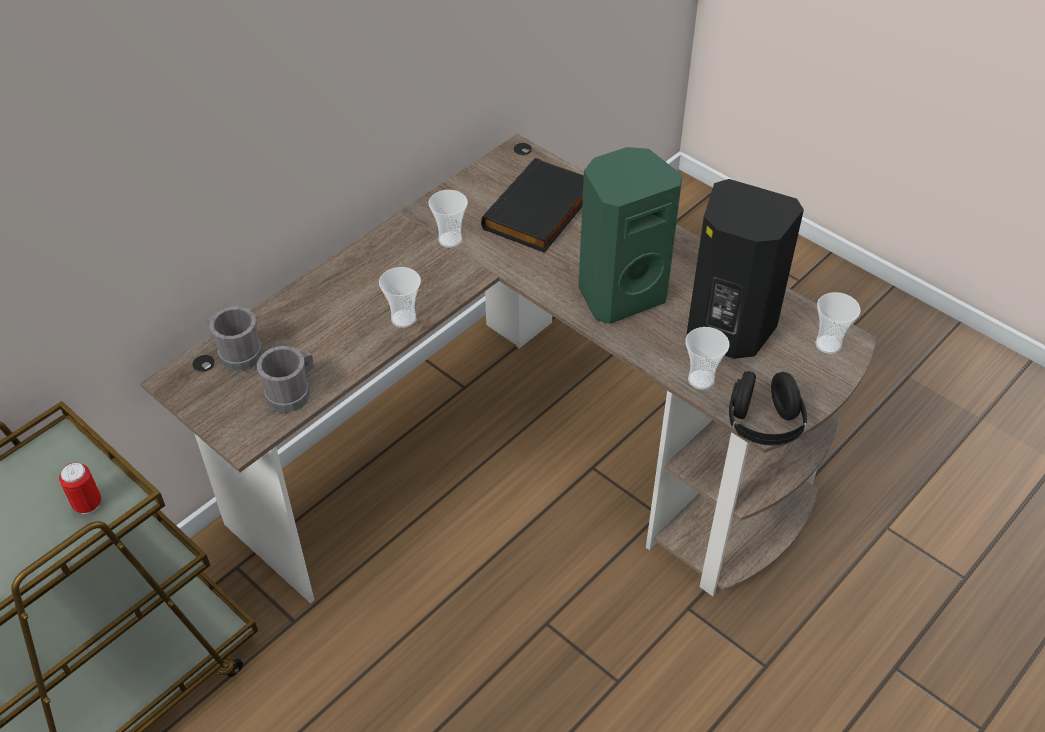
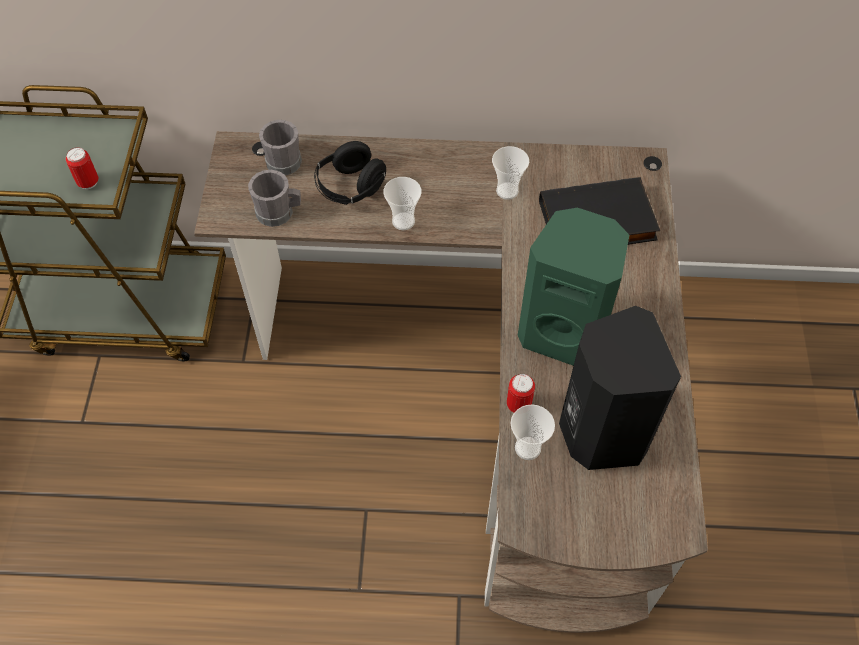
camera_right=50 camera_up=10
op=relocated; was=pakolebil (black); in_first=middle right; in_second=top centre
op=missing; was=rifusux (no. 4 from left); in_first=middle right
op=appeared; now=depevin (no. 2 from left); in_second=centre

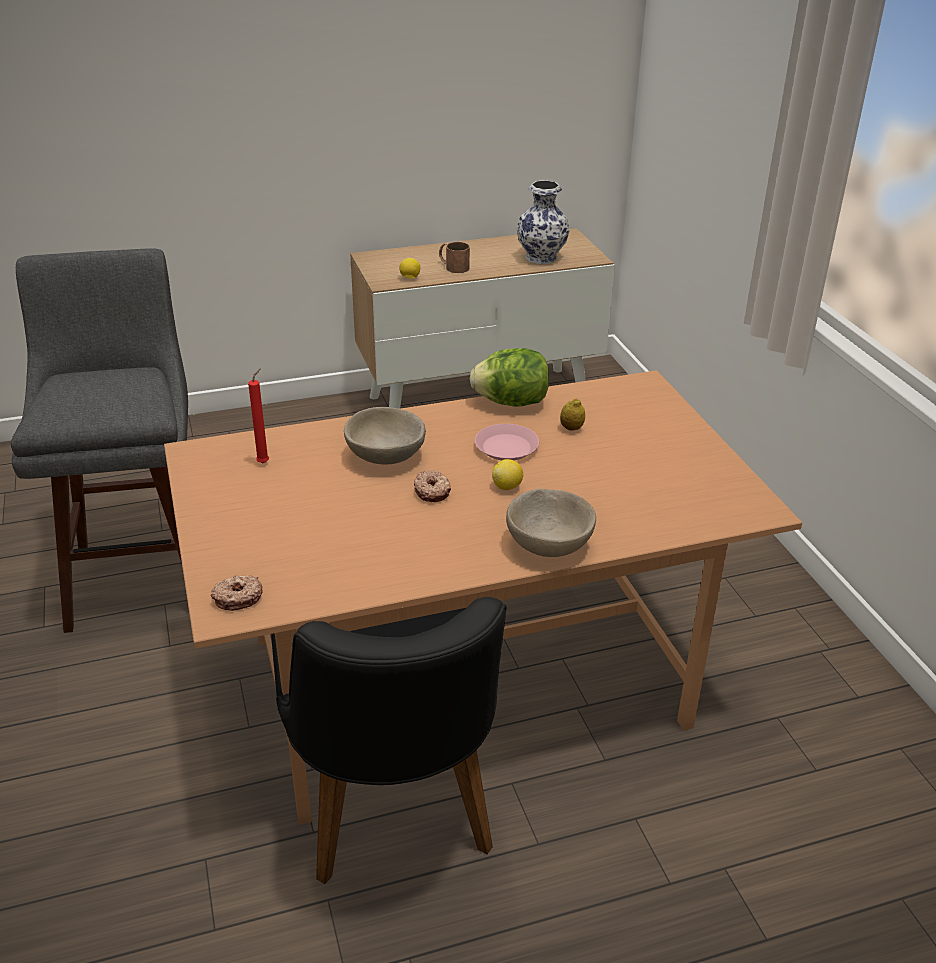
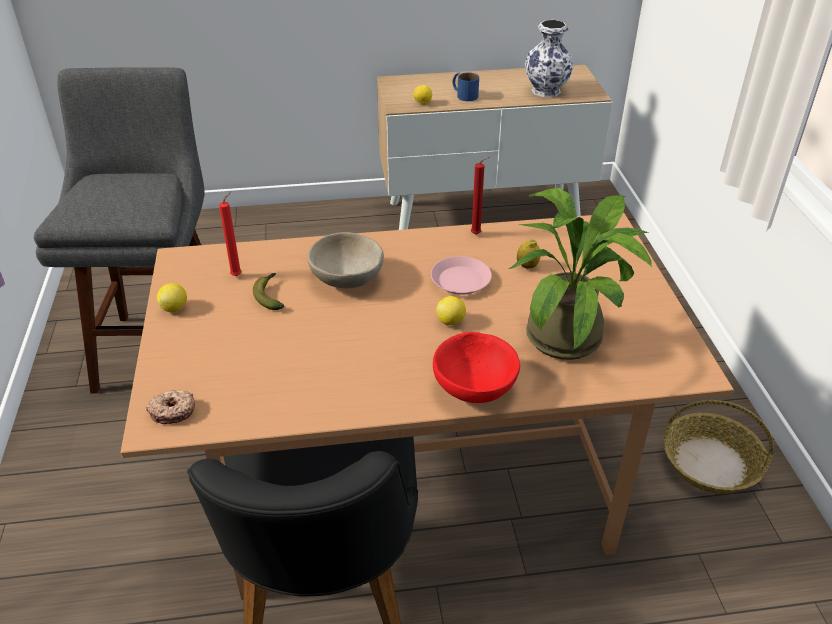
camera_right=10 camera_up=5
op=missing; was=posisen (no. 2 from left); in_first=centre
op=colour; was=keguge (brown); now=keguge (blue); in_first=top centre; in_second=top centre
op=exchanged; was=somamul; now=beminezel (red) (no. 2 from left); in_first=centre; in_second=top centre
op=colour; was=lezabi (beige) (no. 2 from left); now=lezabi (red); in_first=centre; in_second=centre
op=appeared; now=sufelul (no. 1 from left); in_second=middle left
op=appeared; now=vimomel; in_second=middle left
op=appeared; now=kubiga; in_second=middle right
op=appeared; now=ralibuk; in_second=bottom right

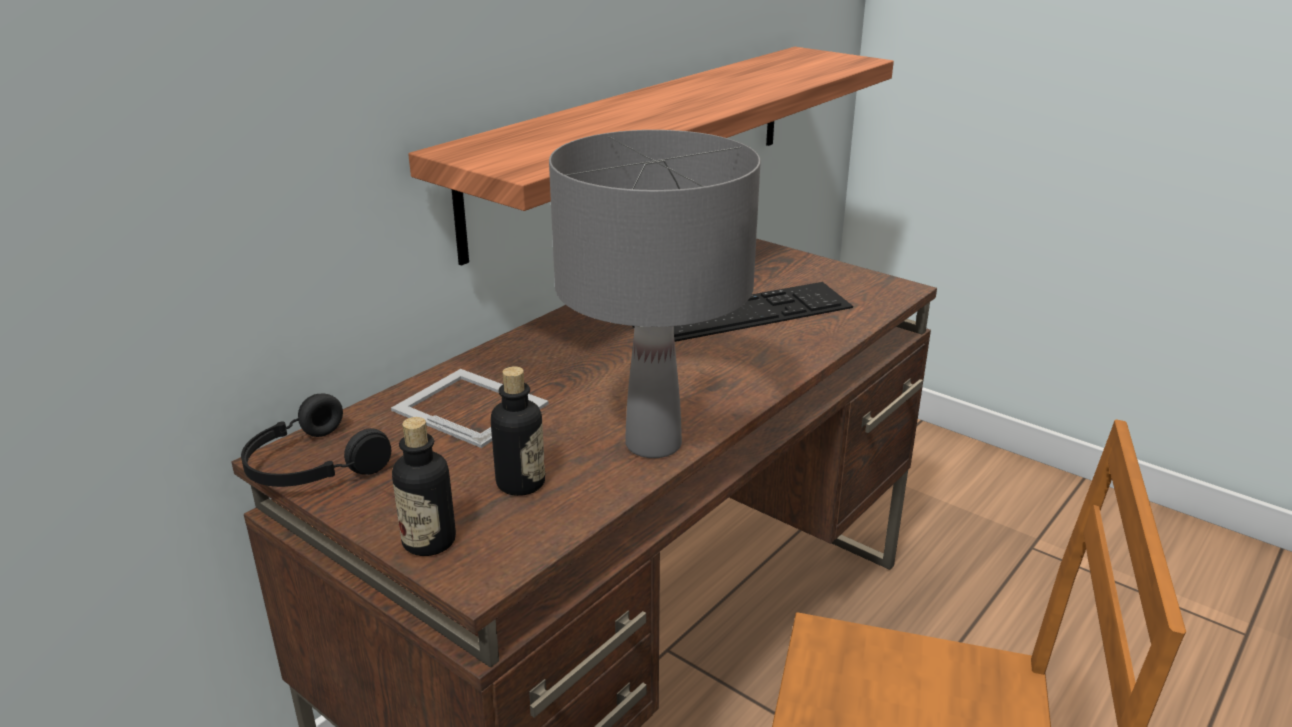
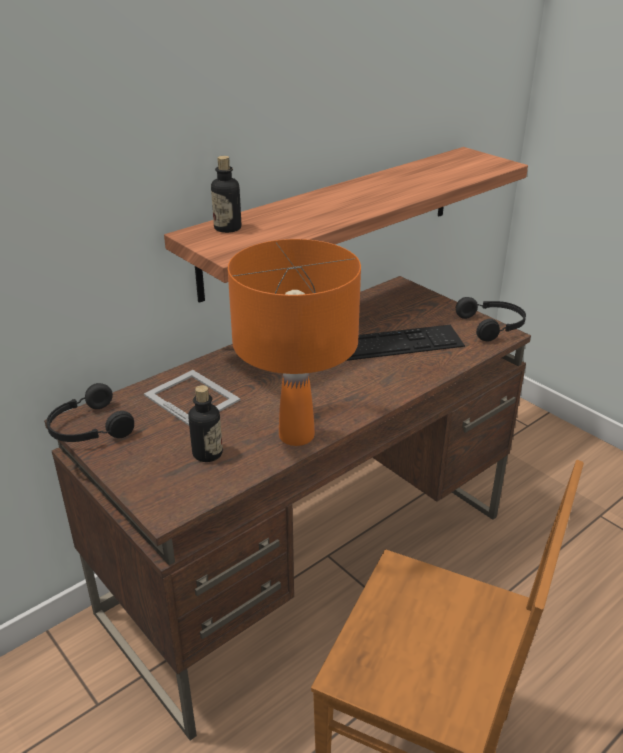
camera_right=10 camera_up=5
op=relocated; was=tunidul (no. 1 from left in the first image); now=tunidul (no. 2 from left); in_first=bottom left; in_second=top centre
op=colour; was=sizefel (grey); now=sizefel (orange); in_first=centre; in_second=centre
op=appeared; now=pakolebil (black) (no. 2 from left); in_second=middle right

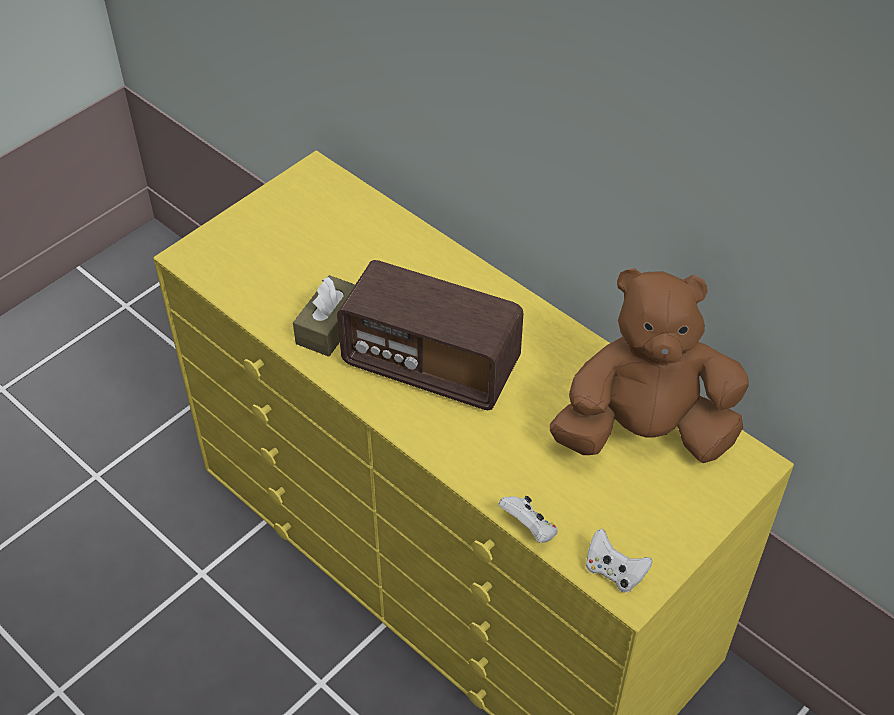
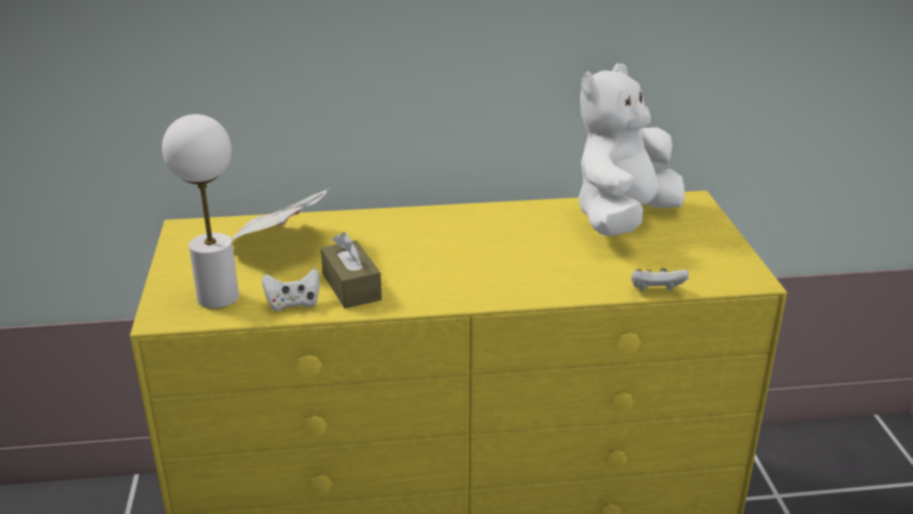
camera_right=-50 camera_up=-20
op=missing; was=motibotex; in_first=centre
op=colour; was=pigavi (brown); now=pigavi (white); in_first=middle right; in_second=top right
op=relocated; was=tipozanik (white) (no. 2 from left in the first image); now=tipozanik (white) (no. 1 from left); in_first=bottom right; in_second=middle left
op=appeared; now=sizefel (white); in_second=middle left
op=appeared; now=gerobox; in_second=middle left

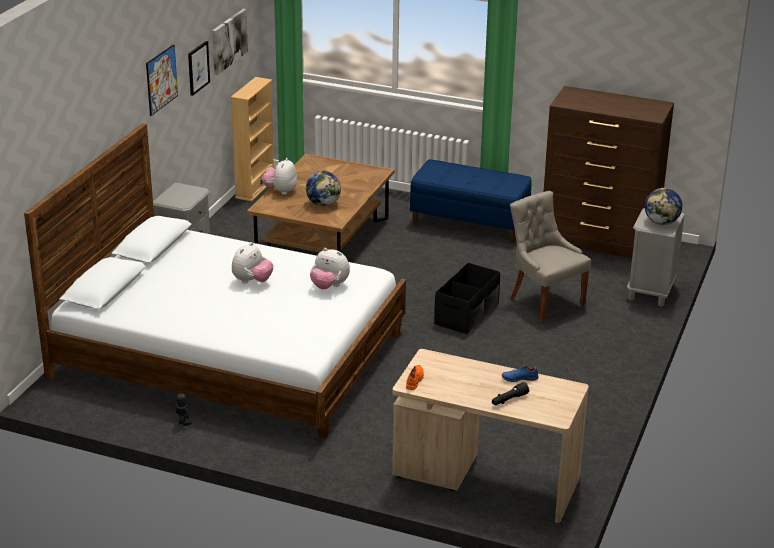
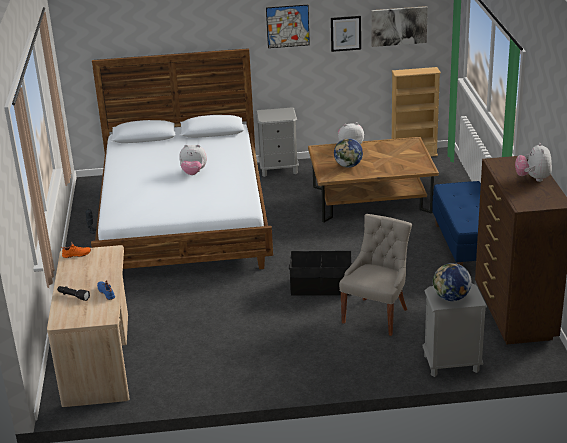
camera_right=65 camera_up=0
op=relocated; was=pigavi (no. 3 from left); in_first=centre; in_second=middle right

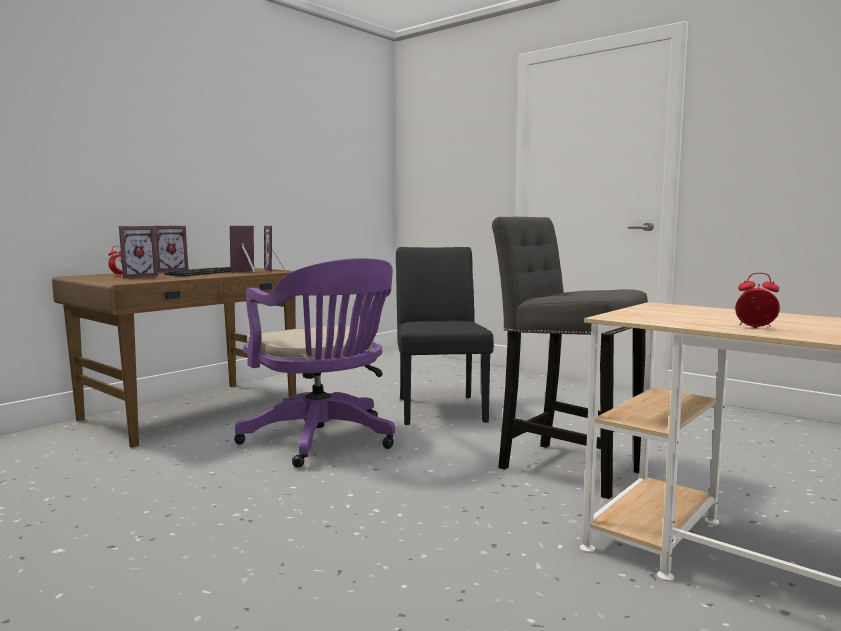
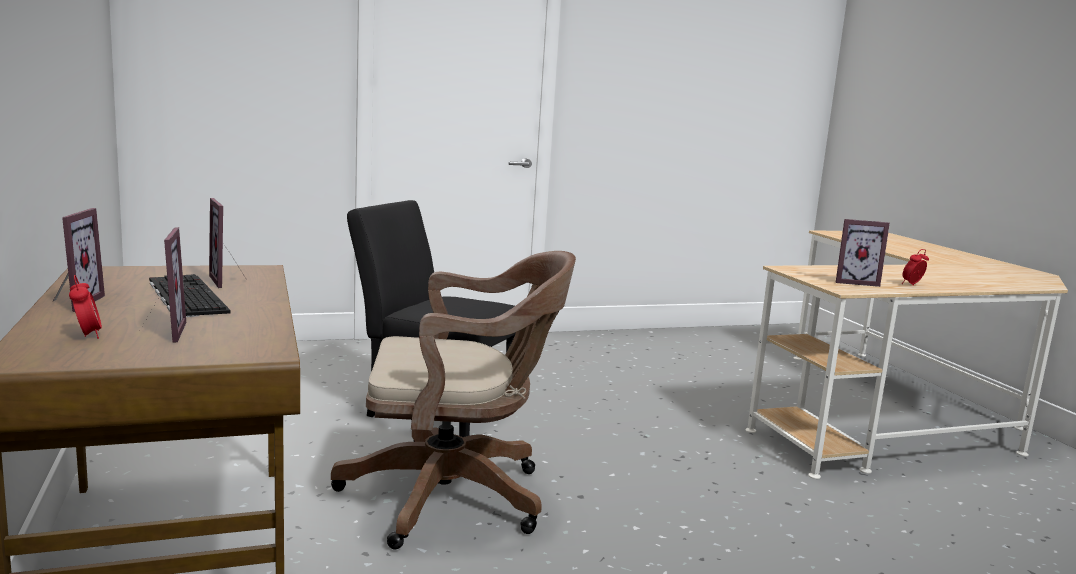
camera_right=-60 camera_up=5
op=colour; was=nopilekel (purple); now=nopilekel (brown); in_first=centre; in_second=bottom centre
op=relocated; was=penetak (no. 4 from left); in_first=middle left; in_second=middle right
op=missing; was=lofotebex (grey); in_first=middle right

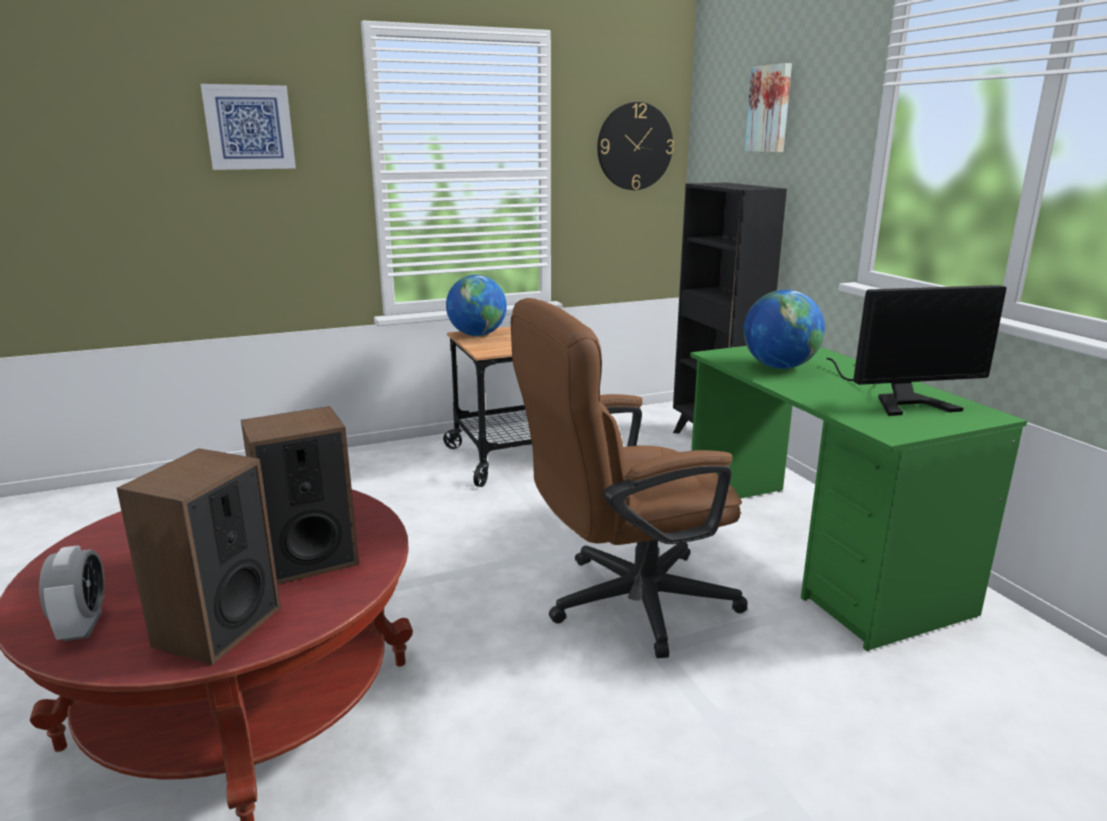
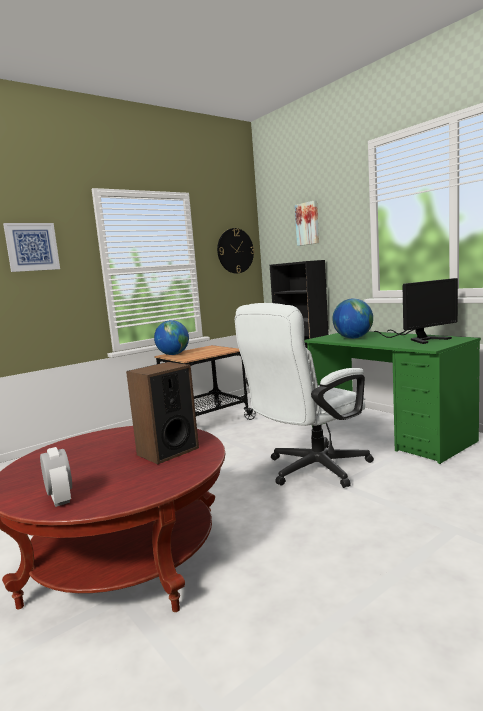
camera_right=-15 camera_up=-10
op=missing; was=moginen (no. 1 from left); in_first=bottom left
op=colour; was=nopilekel (brown); now=nopilekel (white); in_first=centre; in_second=centre

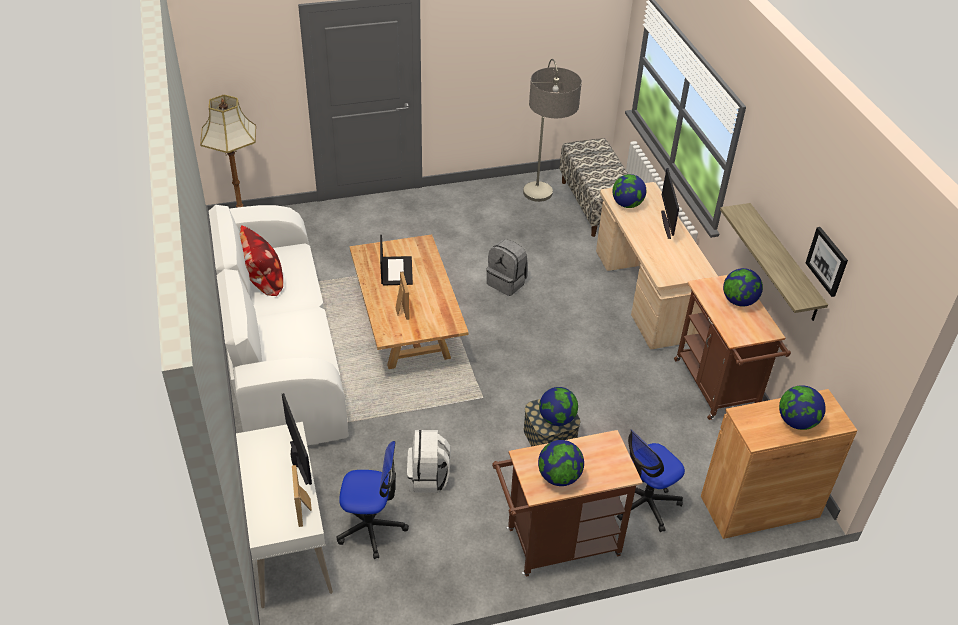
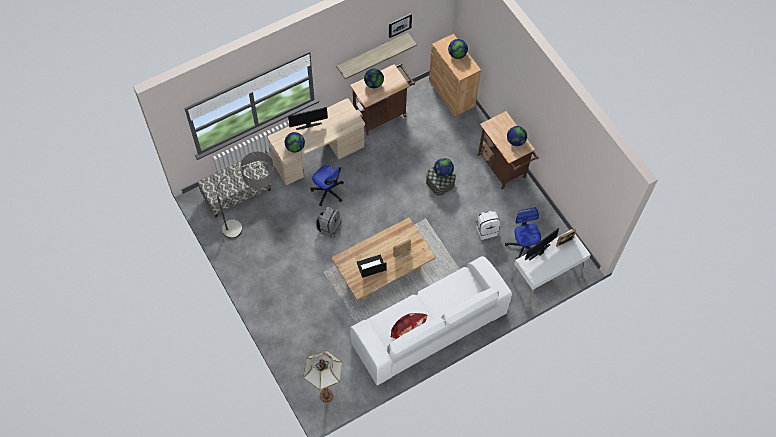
camera_right=-105 camera_up=20
op=relocated; was=nopilekel (no. 2 from left in the first image); now=nopilekel (no. 1 from left); in_first=bottom right; in_second=centre

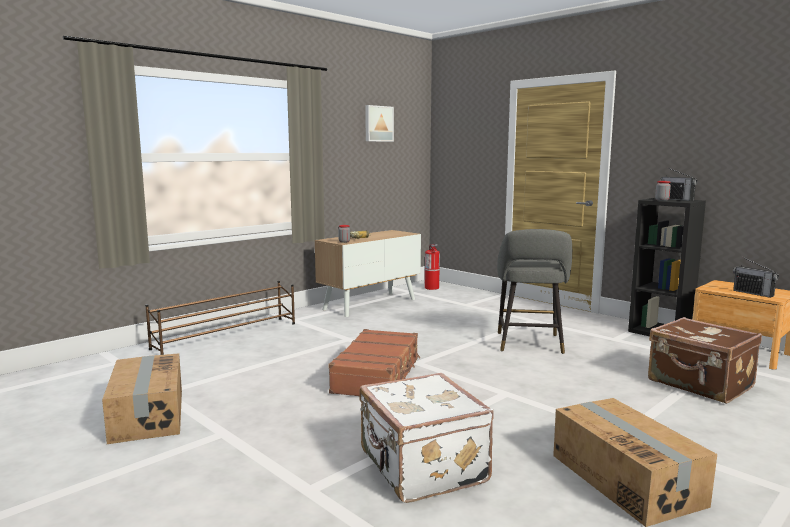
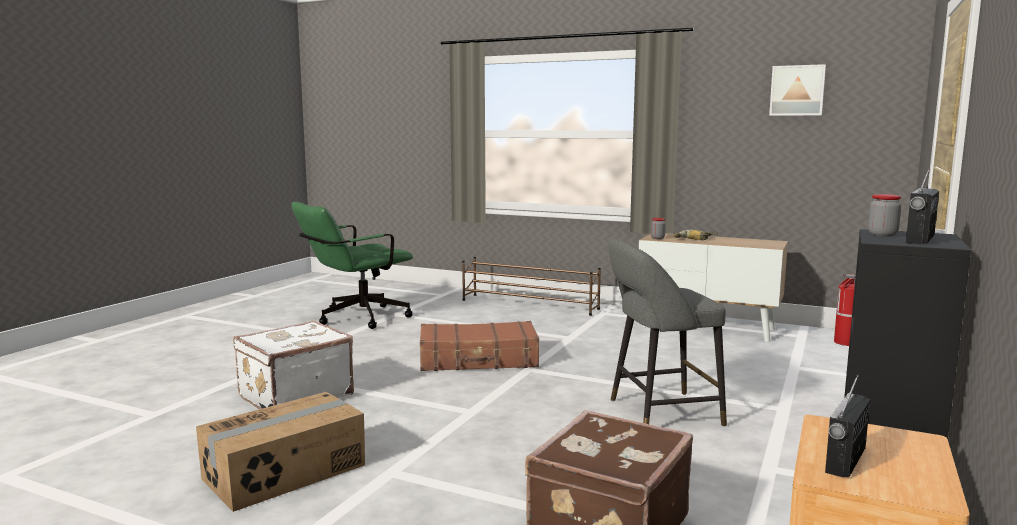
camera_right=70 camera_up=0
op=exchanged; was=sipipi (no. 1 from left); now=nopilekel (green); in_first=bottom left; in_second=centre

